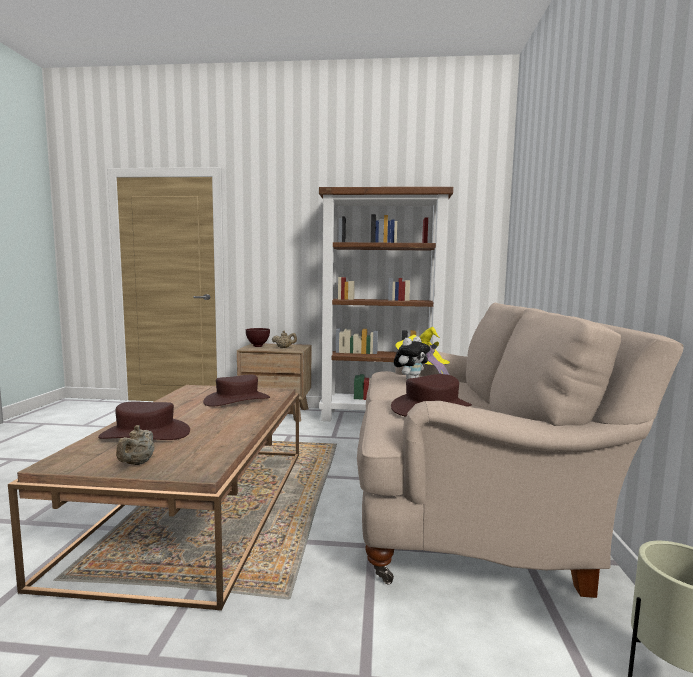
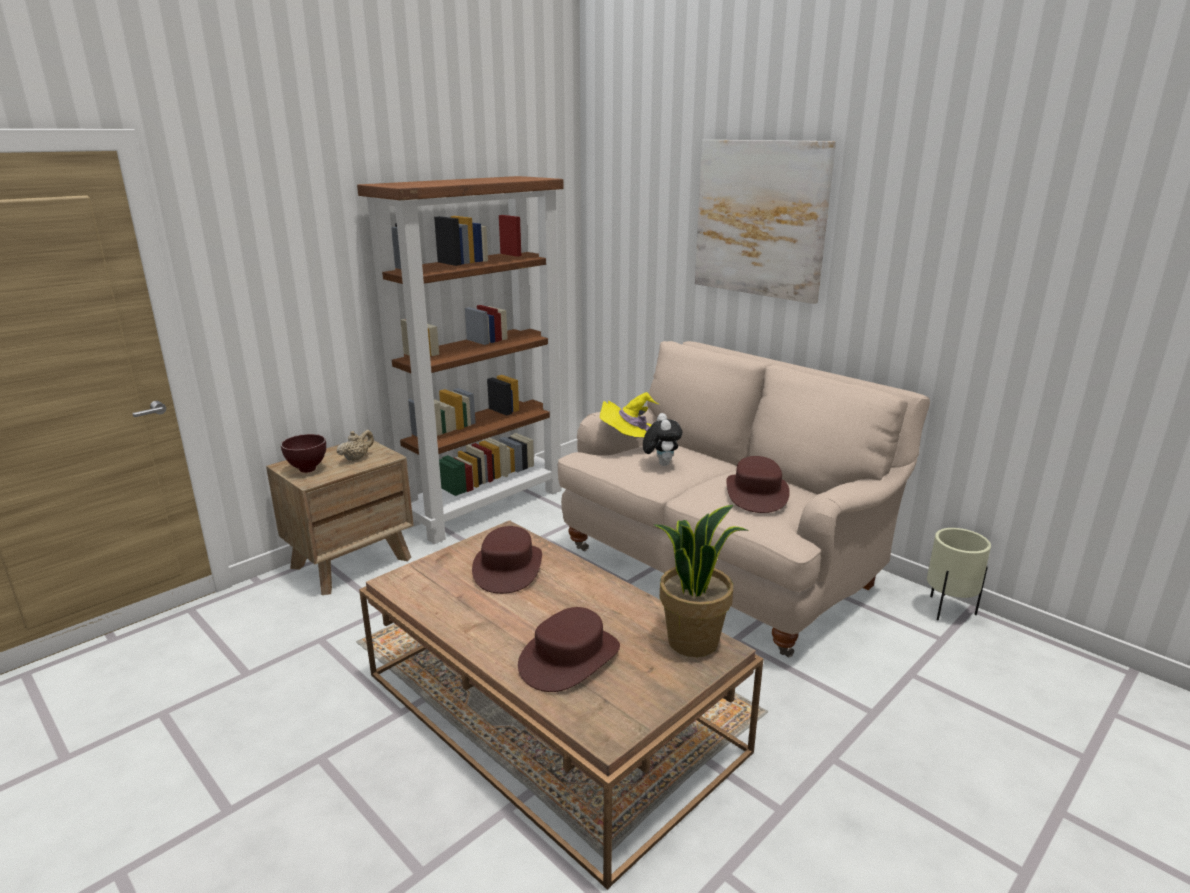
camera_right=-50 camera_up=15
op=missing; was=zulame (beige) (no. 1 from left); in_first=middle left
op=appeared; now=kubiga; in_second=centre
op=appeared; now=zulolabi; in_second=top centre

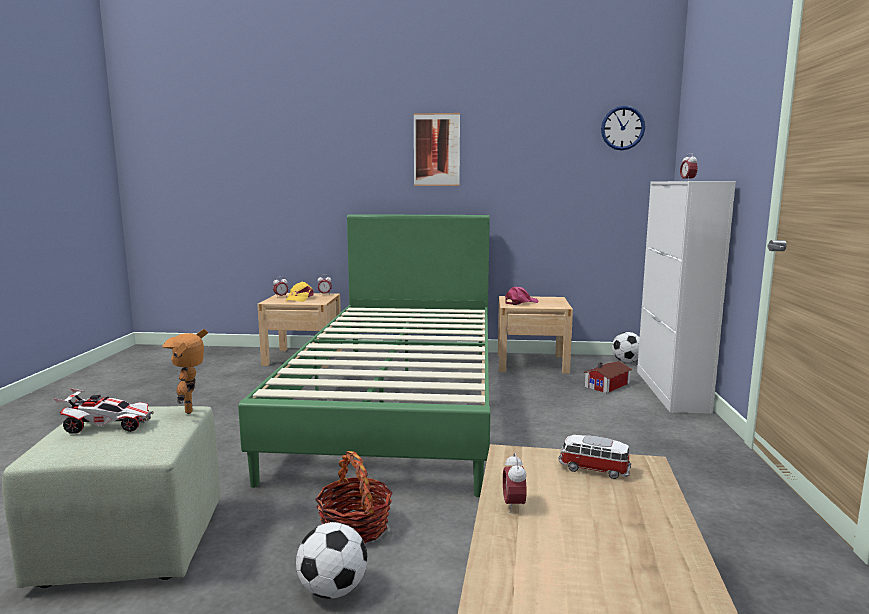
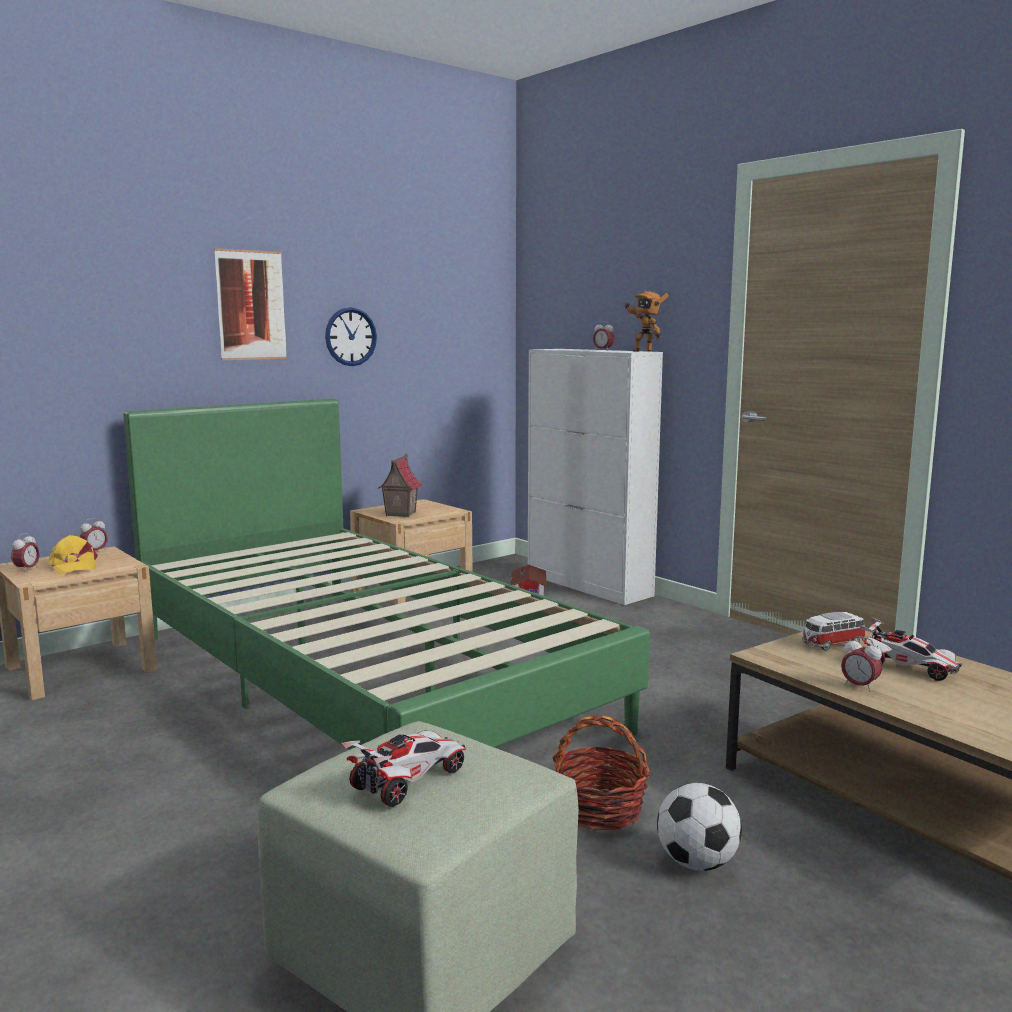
camera_right=-45 camera_up=0
op=relocated; was=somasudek; in_first=middle left; in_second=top centre
op=exchanged; was=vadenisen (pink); now=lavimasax (no. 1 from left); in_first=centre; in_second=centre
op=relocated; was=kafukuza; in_first=top right; in_second=top centre
op=missing; was=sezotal (no. 2 from left); in_first=middle right
op=appeared; now=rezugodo (no. 3 from left); in_second=middle right

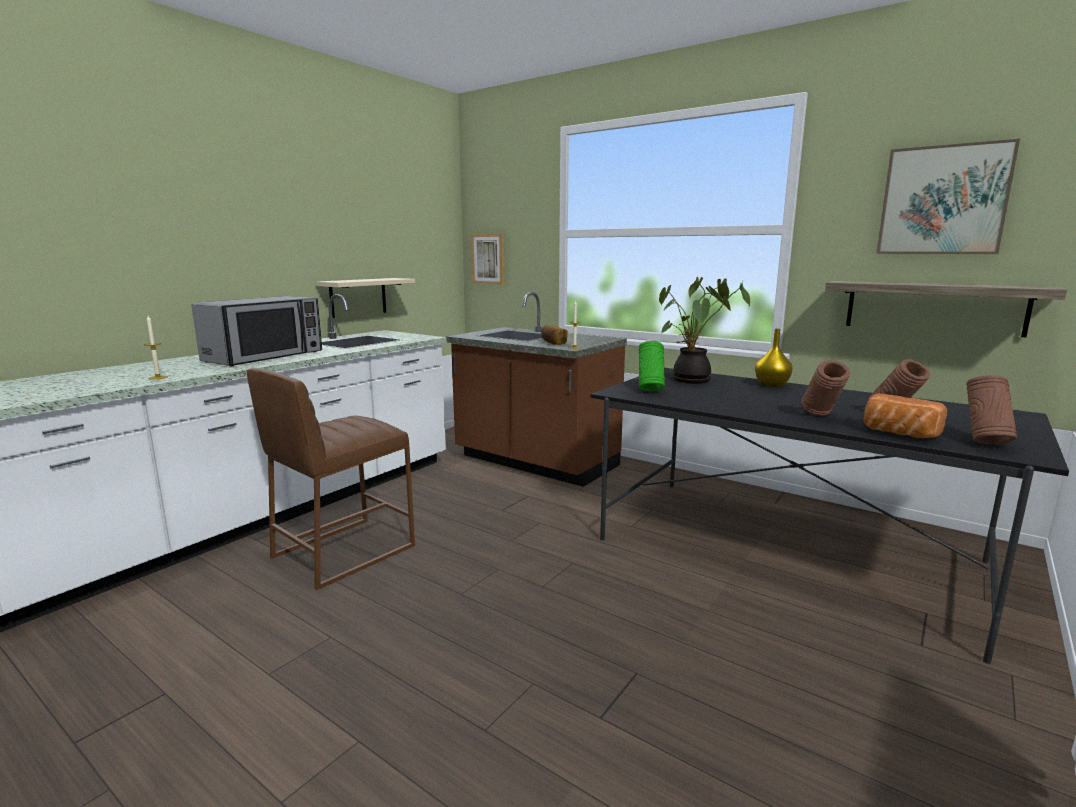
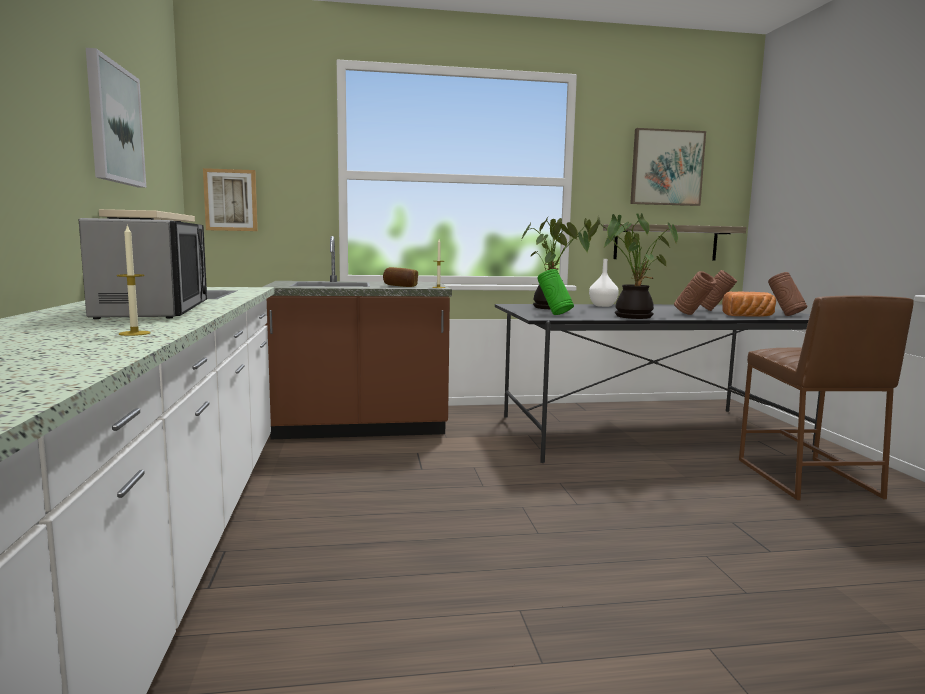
camera_right=-45 camera_up=-5
op=relocated; was=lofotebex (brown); in_first=middle left; in_second=middle right
op=colour; was=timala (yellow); now=timala (white); in_first=middle right; in_second=centre
op=appeared; now=zulolabi (no. 1 from left); in_second=top left
op=appeared; now=kubiga (no. 2 from left); in_second=middle right

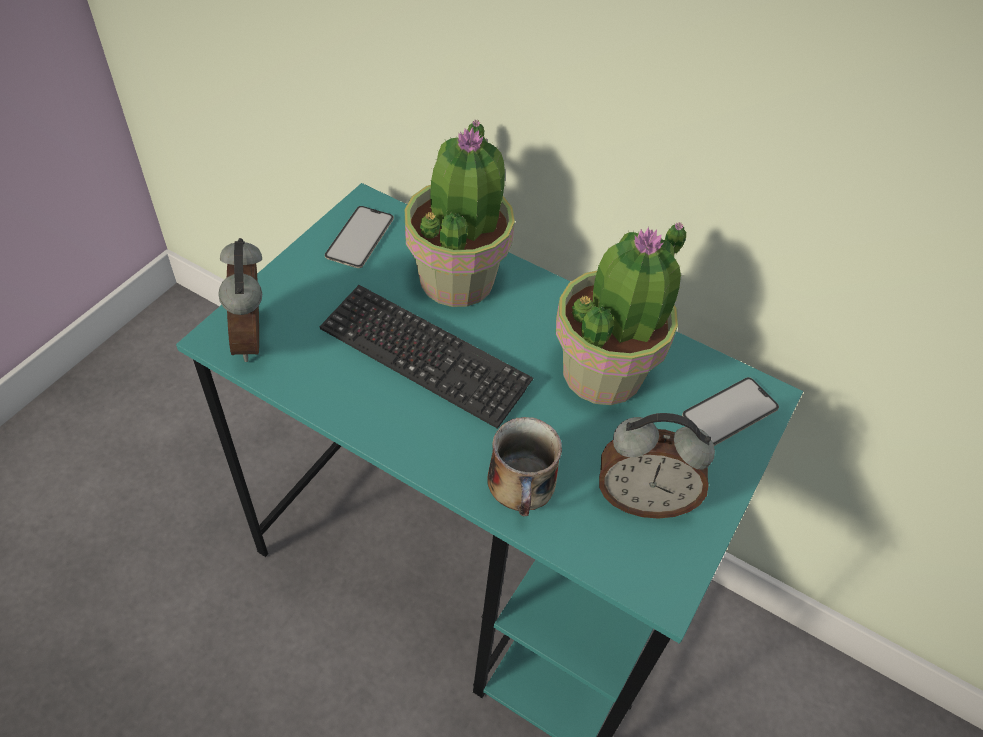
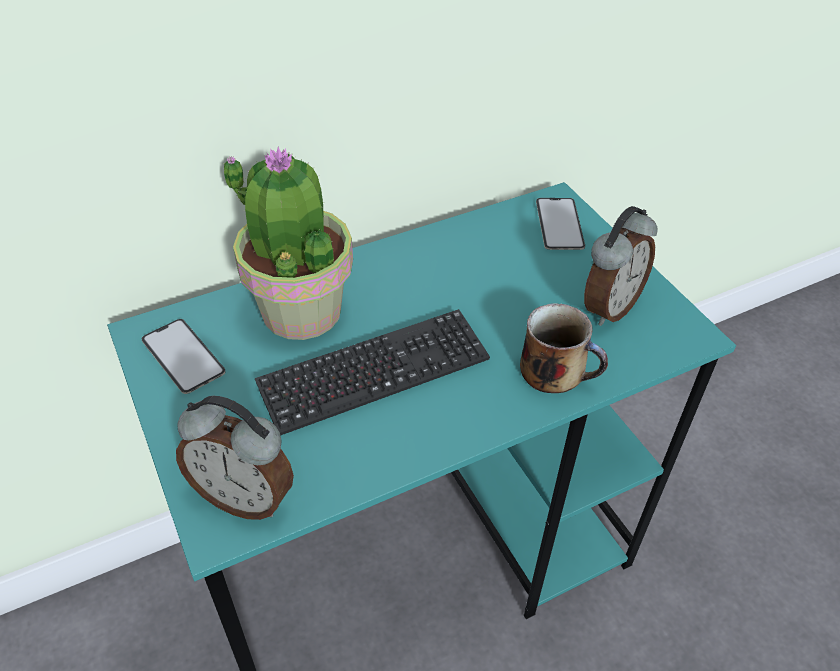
camera_right=-55 camera_up=-5
op=missing; was=kubiga (no. 2 from left); in_first=centre

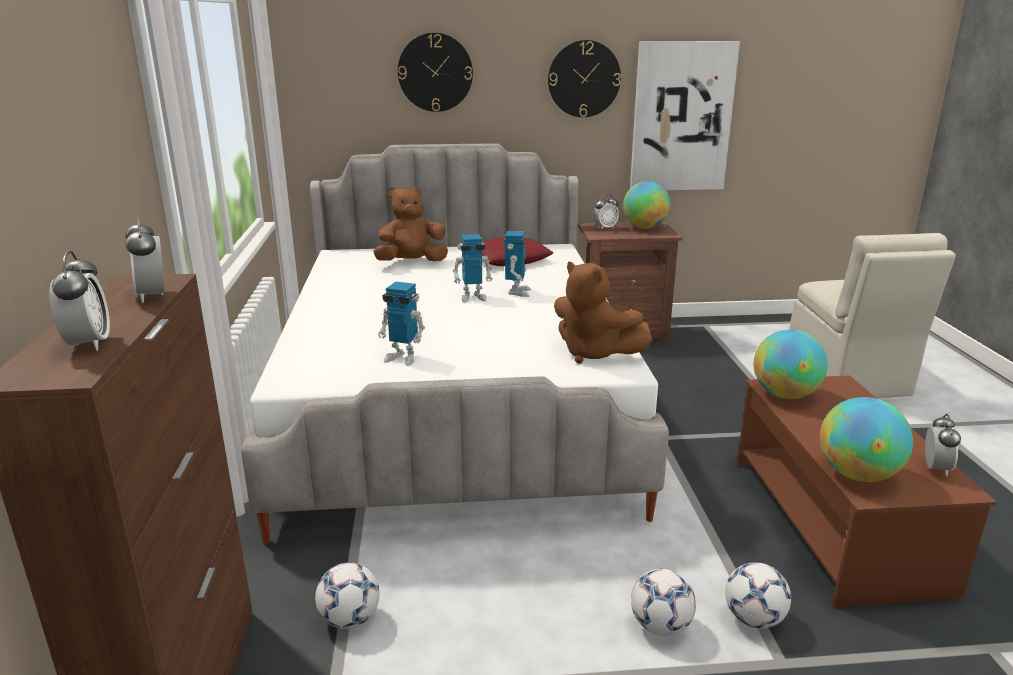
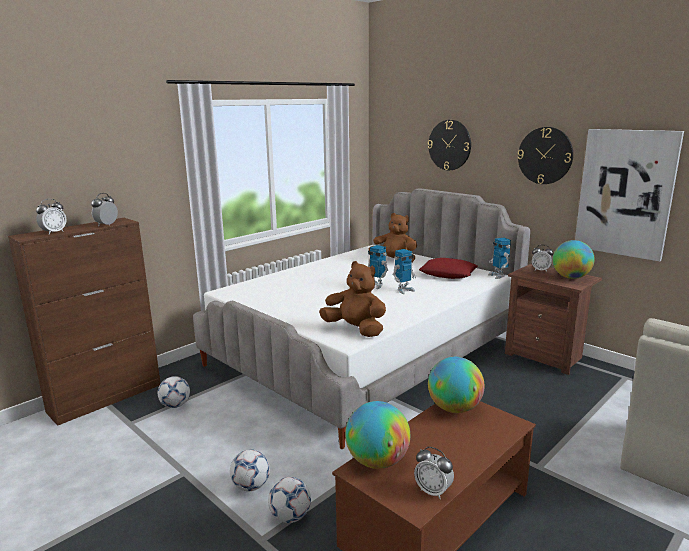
camera_right=50 camera_up=-5
op=relocated; was=somasudek (no. 1 from left in the first image); now=somasudek (no. 3 from left); in_first=centre; in_second=middle right
op=spun; was=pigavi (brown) (no. 2 from left in the first image); in_first=centre; in_second=centre; clockwise=120
op=spun; was=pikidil (no. 4 from left in the first image); in_first=middle right; in_second=bottom centre; clockwise=60

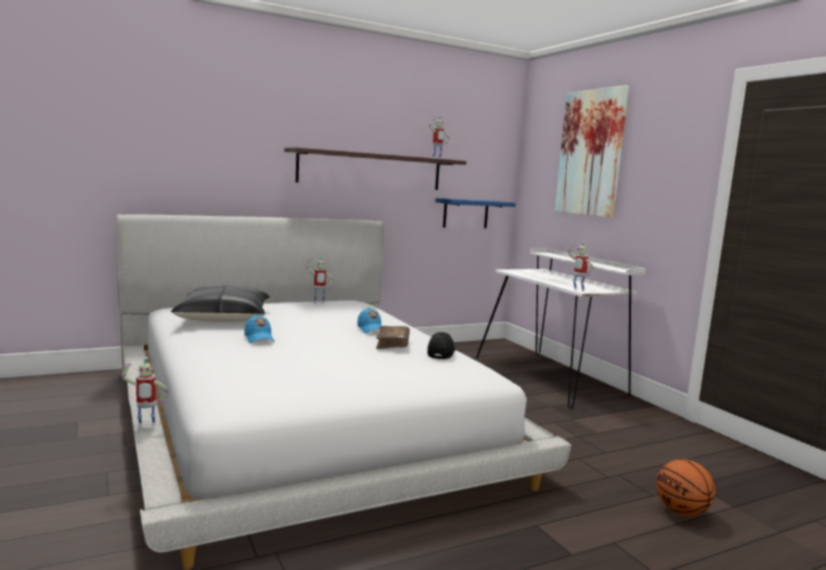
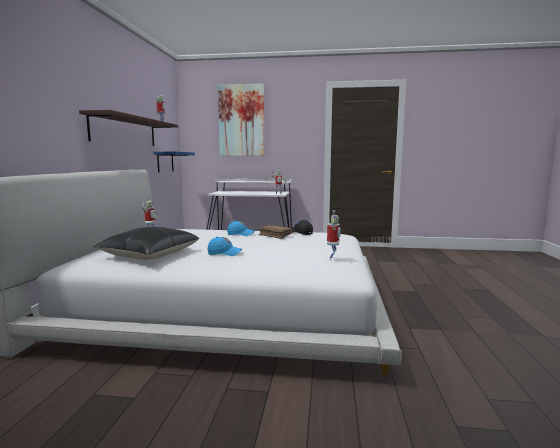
camera_right=-55 camera_up=0
op=relocated; was=somasudek (no. 1 from left in the first image); now=somasudek (no. 4 from left); in_first=bottom left; in_second=centre
op=missing; was=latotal; in_first=bottom right

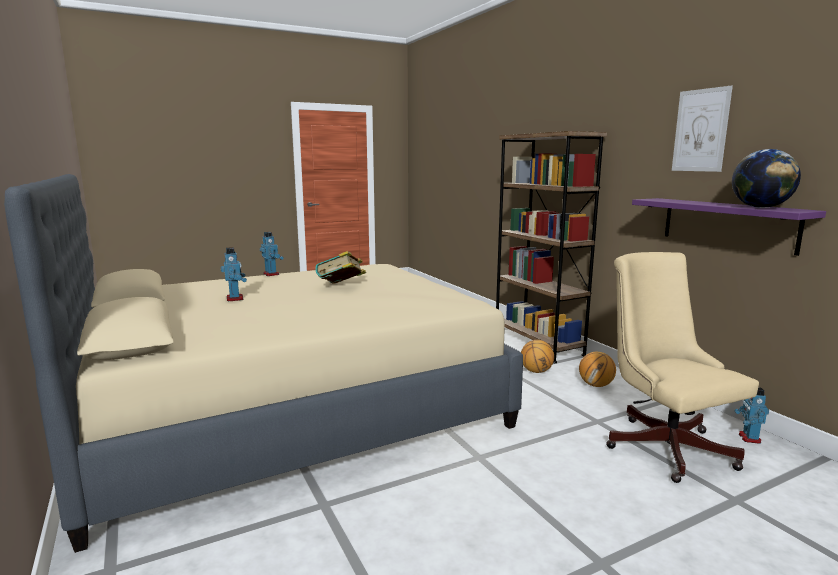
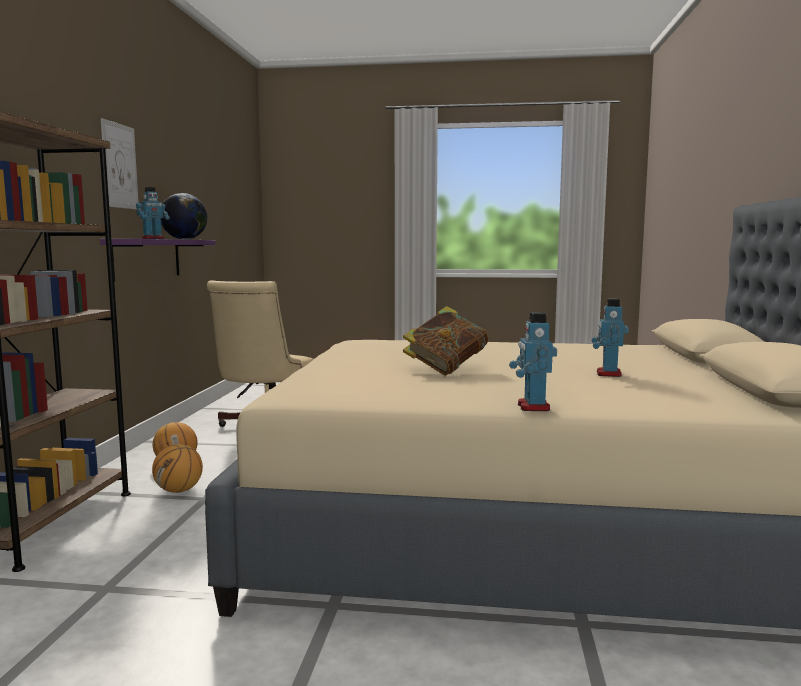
camera_right=-145 camera_up=-5
op=relocated; was=somasudek (no. 3 from left in the first image); now=somasudek (no. 1 from left); in_first=bottom right; in_second=top left

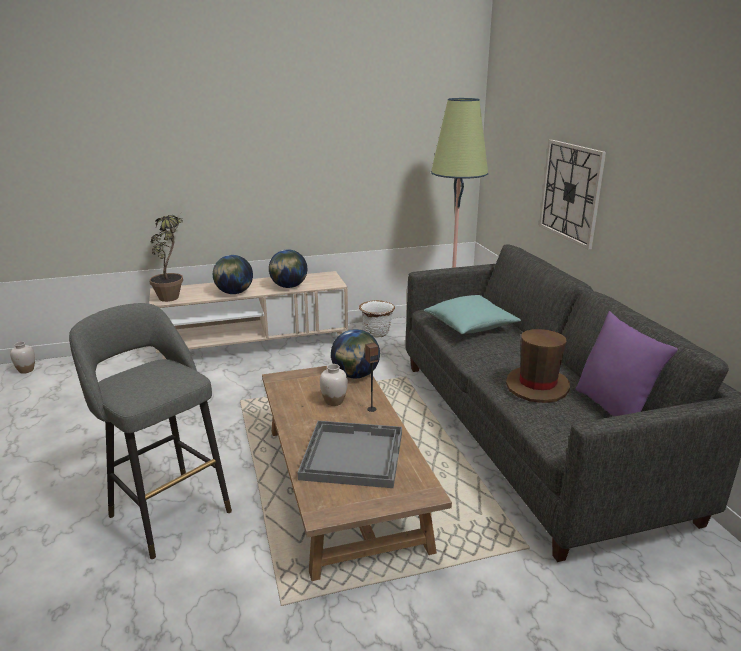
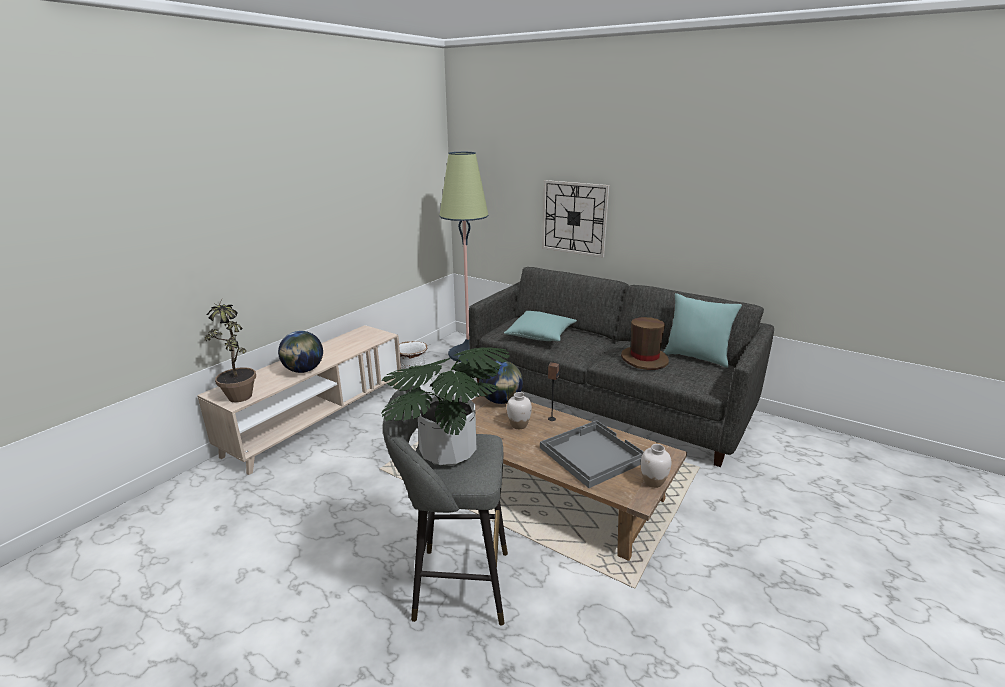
camera_right=-40 camera_up=0
op=relocated; was=timala (white) (no. 1 from left in the first image); now=timala (white) (no. 2 from left); in_first=middle left; in_second=bottom centre
op=missing; was=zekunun (no. 2 from left); in_first=centre
op=colour; was=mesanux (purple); now=mesanux (turquoise) (no. 2 from left); in_first=middle right; in_second=middle right
op=appeared; now=kubiga (no. 2 from left); in_second=centre

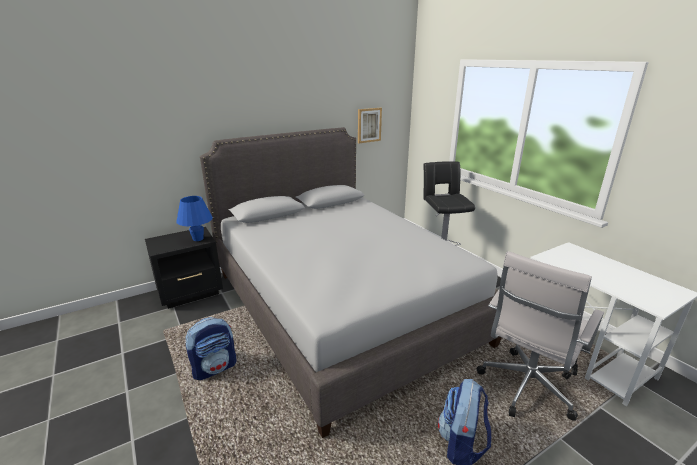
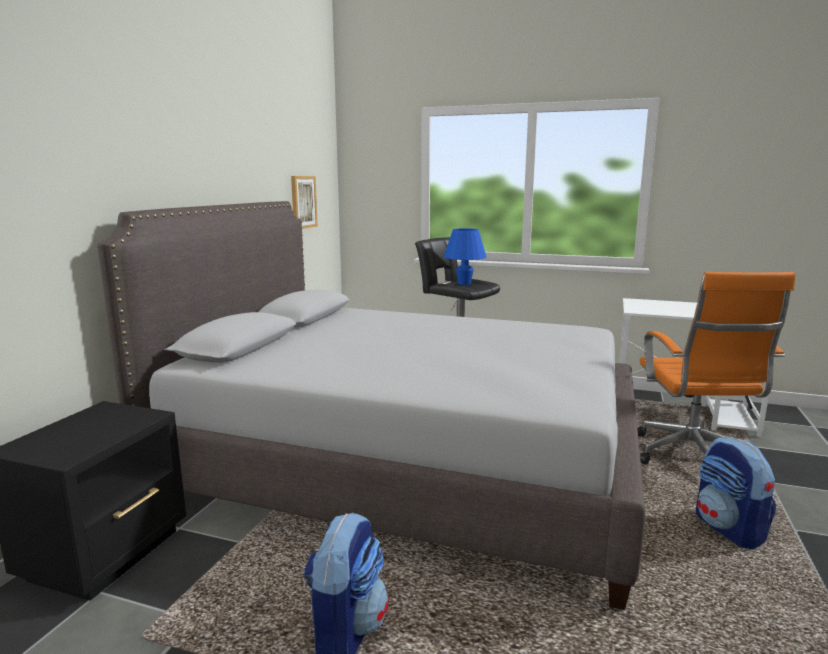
camera_right=-40 camera_up=-10
op=relocated; was=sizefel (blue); in_first=middle left; in_second=centre
op=colour; was=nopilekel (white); now=nopilekel (orange); in_first=bottom right; in_second=middle right

